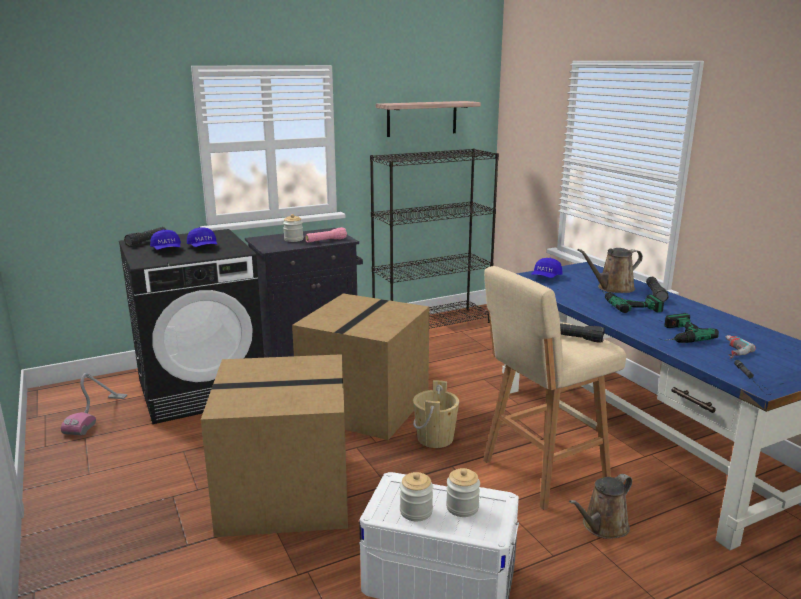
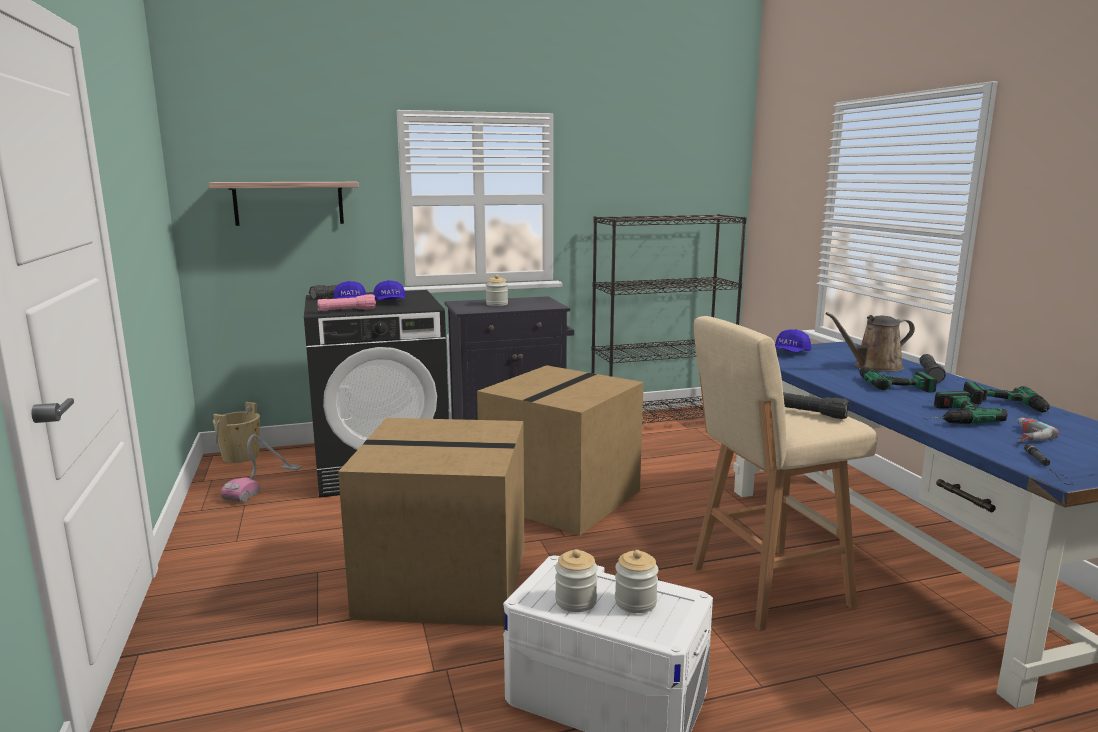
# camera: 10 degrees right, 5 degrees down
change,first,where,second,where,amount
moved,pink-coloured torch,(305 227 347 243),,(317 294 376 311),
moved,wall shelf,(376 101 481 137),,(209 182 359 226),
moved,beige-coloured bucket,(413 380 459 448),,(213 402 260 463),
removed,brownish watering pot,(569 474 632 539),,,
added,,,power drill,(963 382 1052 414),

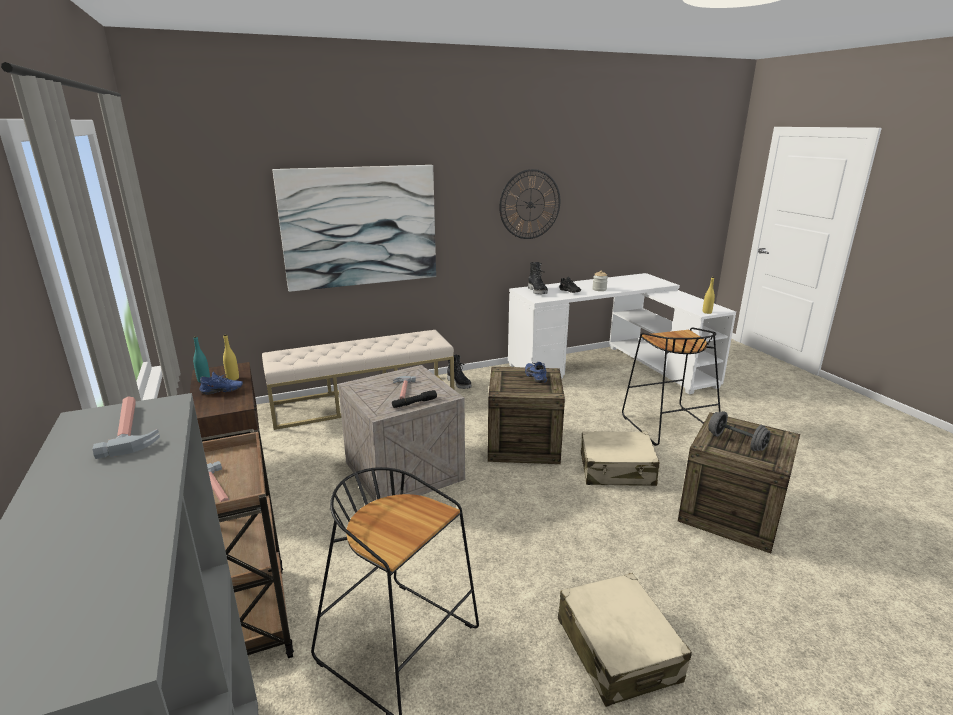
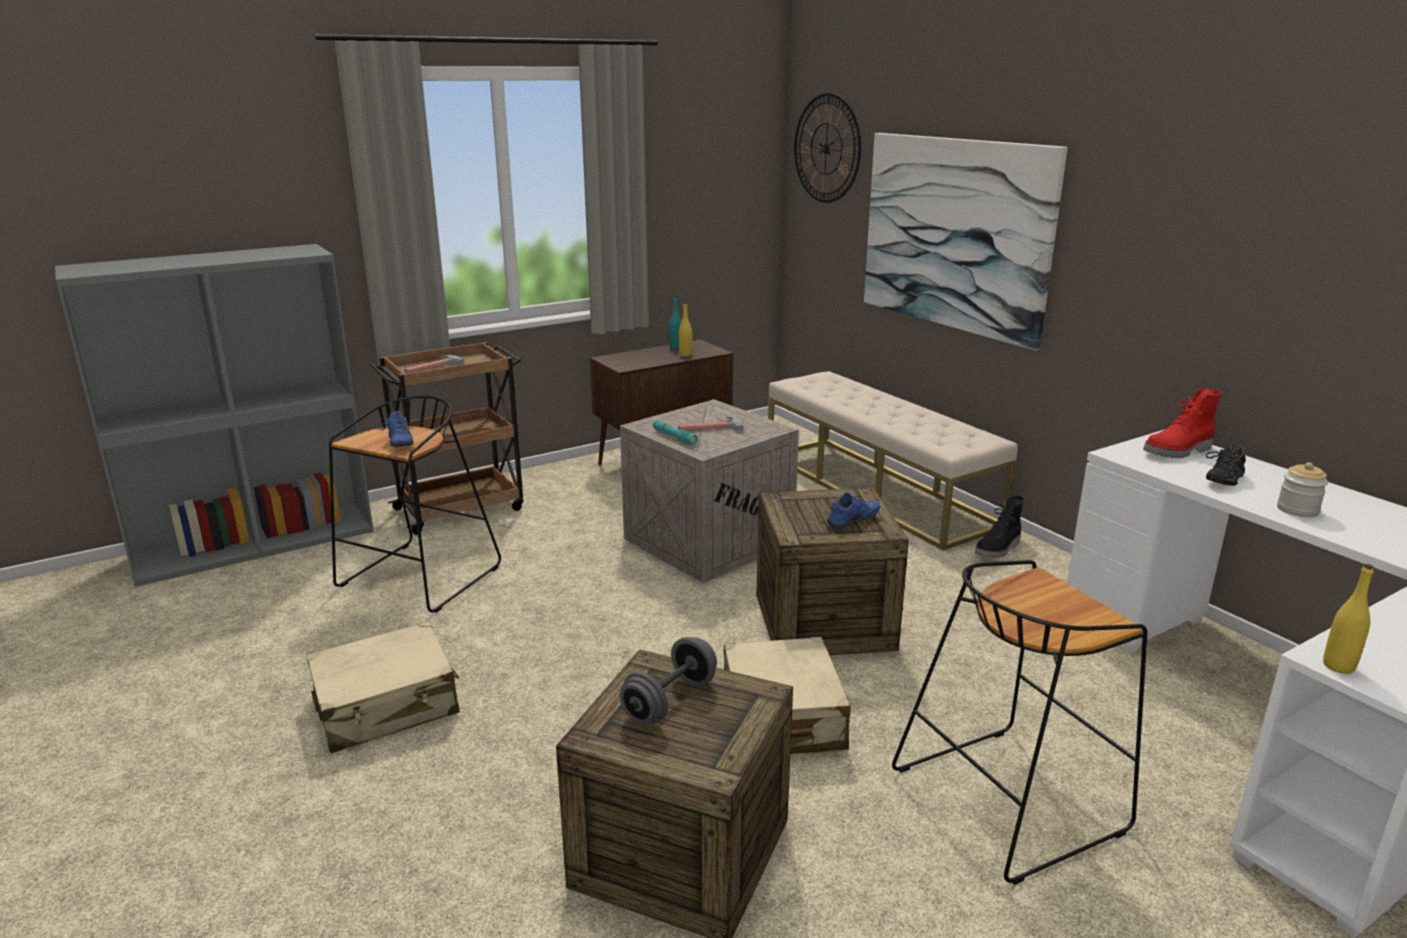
# camera: 80 degrees right, 0 degrees up
change,first,where,second,where,amount
removed,hammer,(93 396 160 459),,,
moved,blue low shoe,(199 372 243 395),,(379 411 414 447),
recoloured,blackish torch,(392 390 437 408),turquoise torch,(653 420 698 446),
moved,wall clock,(499 169 560 239),,(794 93 861 203),
recoloured,blackish boot,(528 262 548 294),red boot,(1143 389 1221 458),

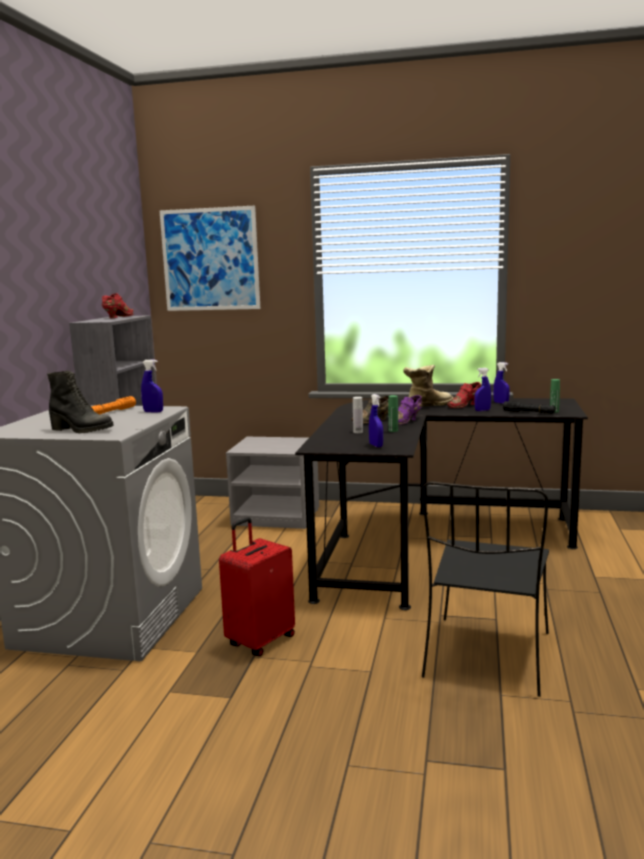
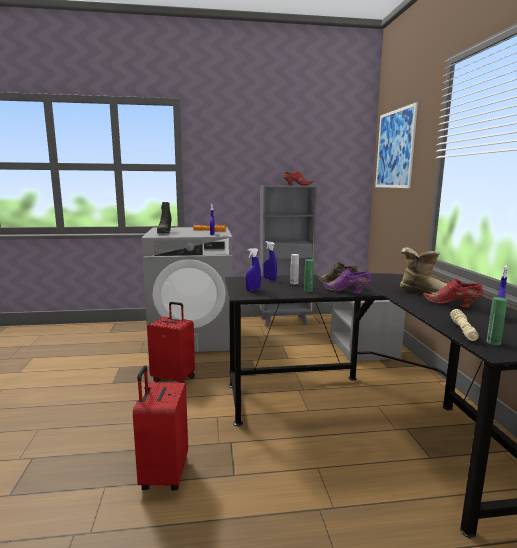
# camera: 70 degrees right, 0 degrees up
change,first,where,second,where,amount
replaced,blackish upright chair,(422 481 549 697),red travel case,(133 366 188 490),
moved,blue spray bottle,(474 368 491 411),,(263 241 277 281),
recoloured,blackish torch,(503 401 555 414),beige-coloured torch,(450 309 479 341),

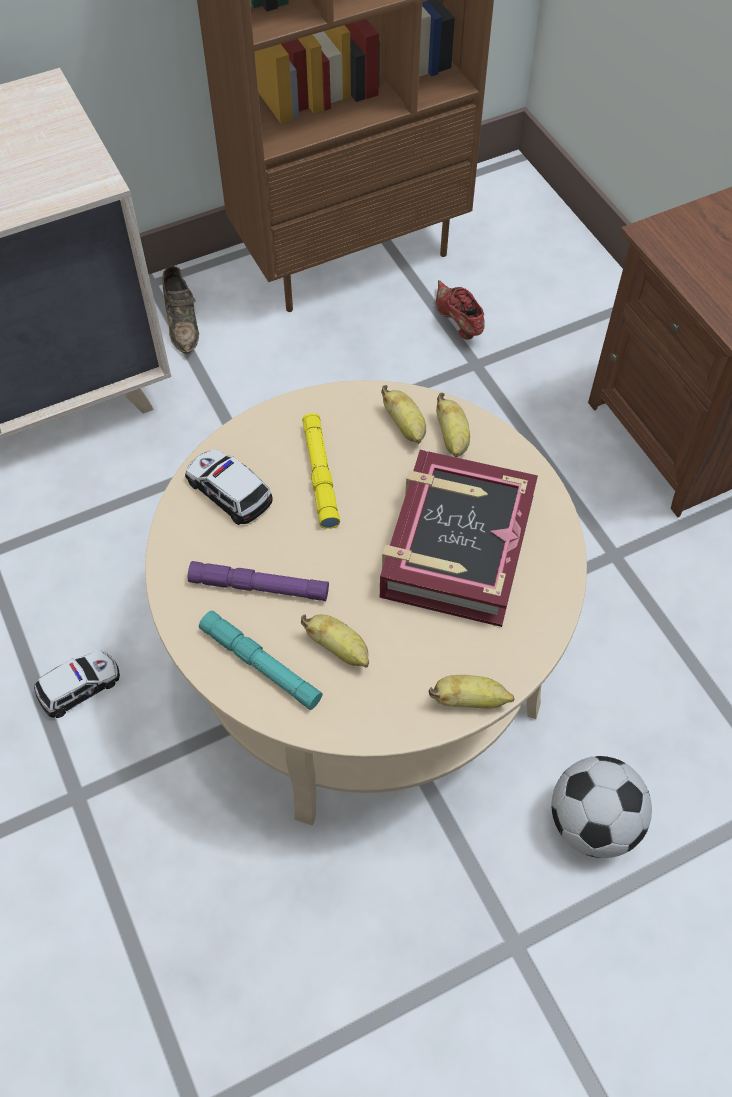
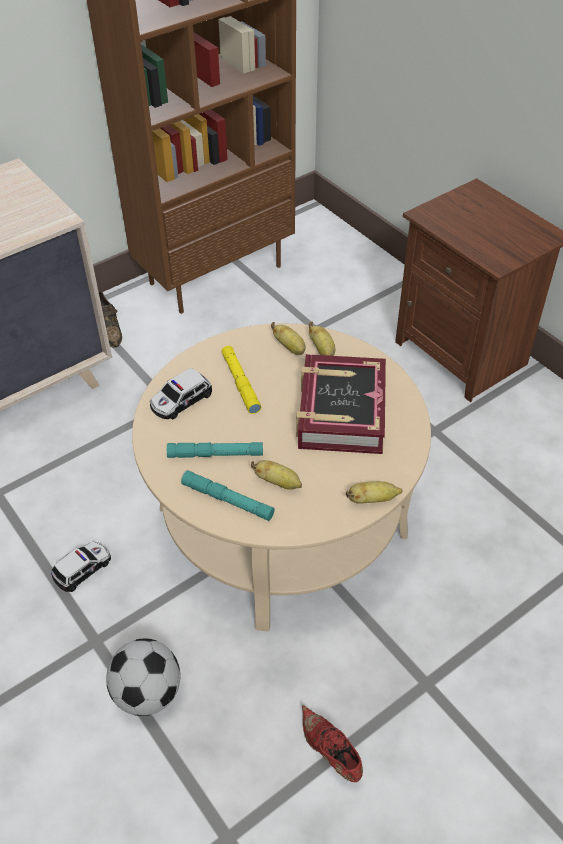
# camera: 10 degrees left, 10 degrees down
change,first,where,second,where,amount
turned,miniature car,(185 449 273 525),,(150 368 212 419),75 degrees counterclockwise
recoloured,purple-coloured torch,(188 561 329 601),turquoise torch,(167 442 263 458),
moved,red low shoe,(436 280 485 340),,(302 705 363 782),
moved,football ball,(551 756 652 858),,(106 638 180 716),

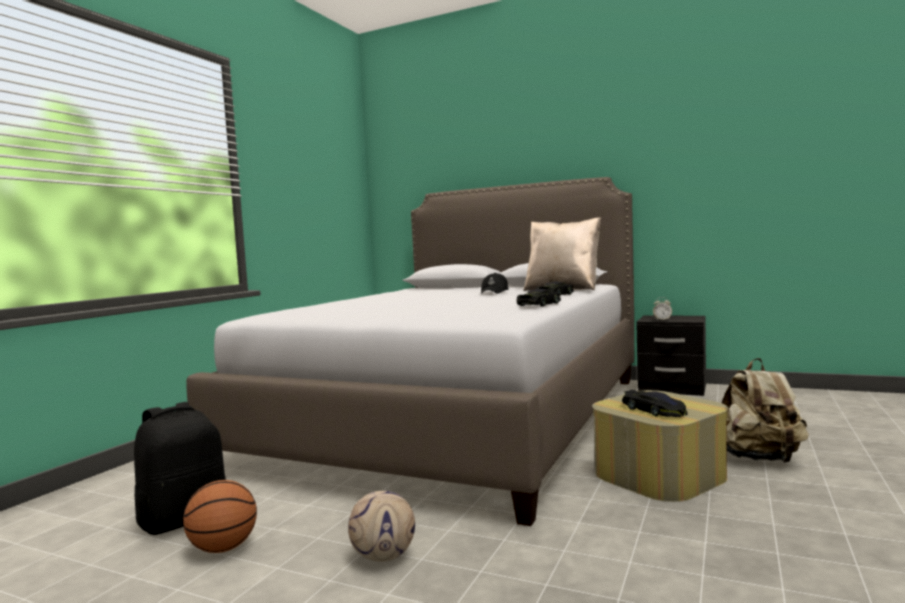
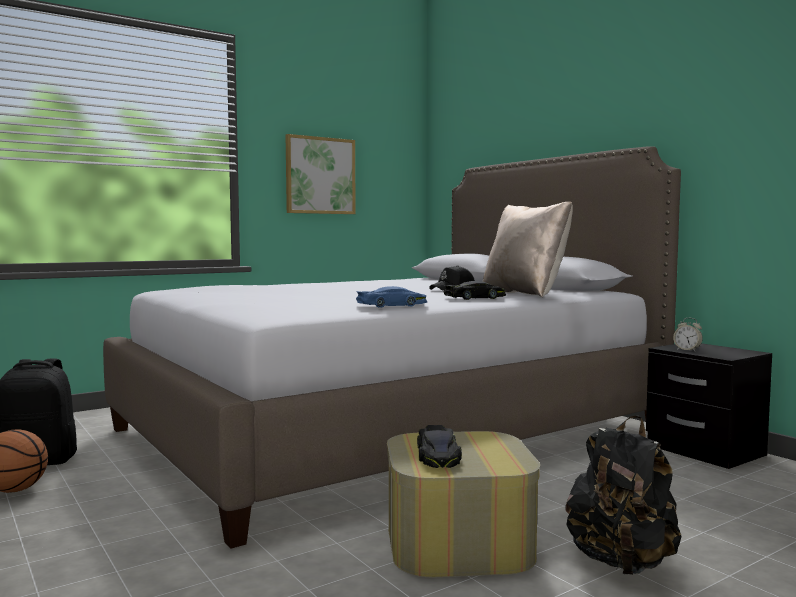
# camera: 30 degrees right, 0 degrees up
change,first,where,second,where,amount
removed,football ball,(348 491 415 562),,,
recoloured,blackish miniature car,(517 289 561 307),blue miniature car,(356 286 427 308),
recoloured,beige-coloured rucksack,(722 358 809 463),blackish rucksack,(565 415 681 575),
added,,,picture,(286 134 356 214),

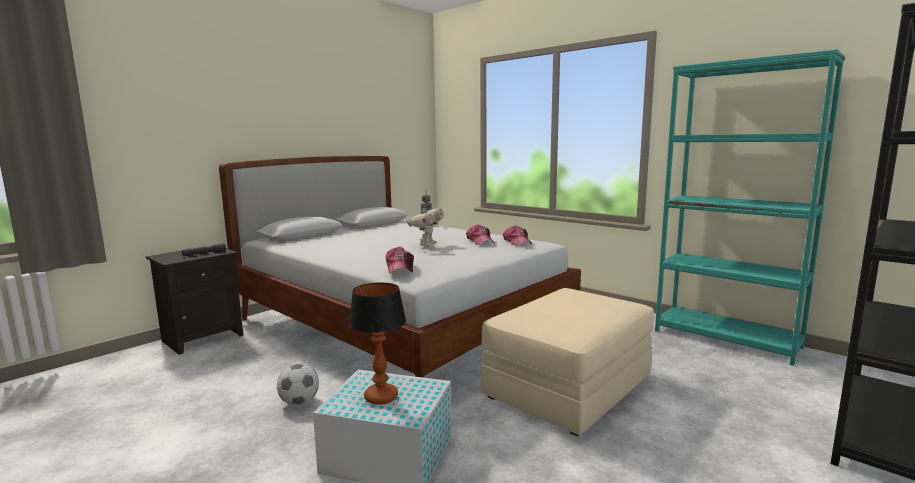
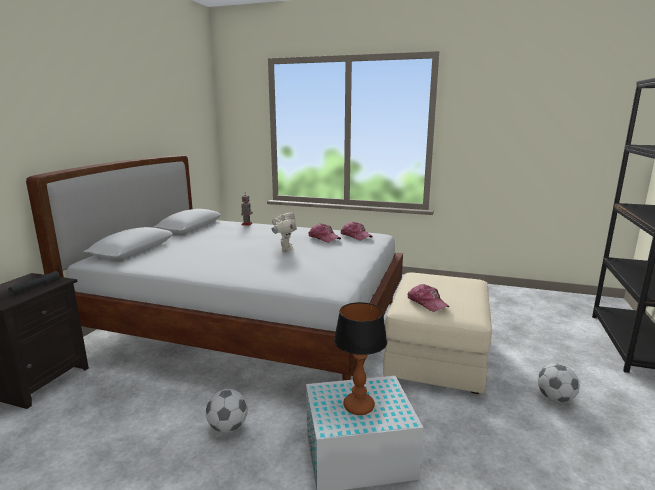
# camera: 25 degrees left, 5 degrees up
change,first,where,second,where,amount
moved,cap,(385 246 414 273),,(408 284 450 312),
removed,turquoise shelving unit,(655 49 845 366),,,
added,,,football ball,(538 364 580 403),

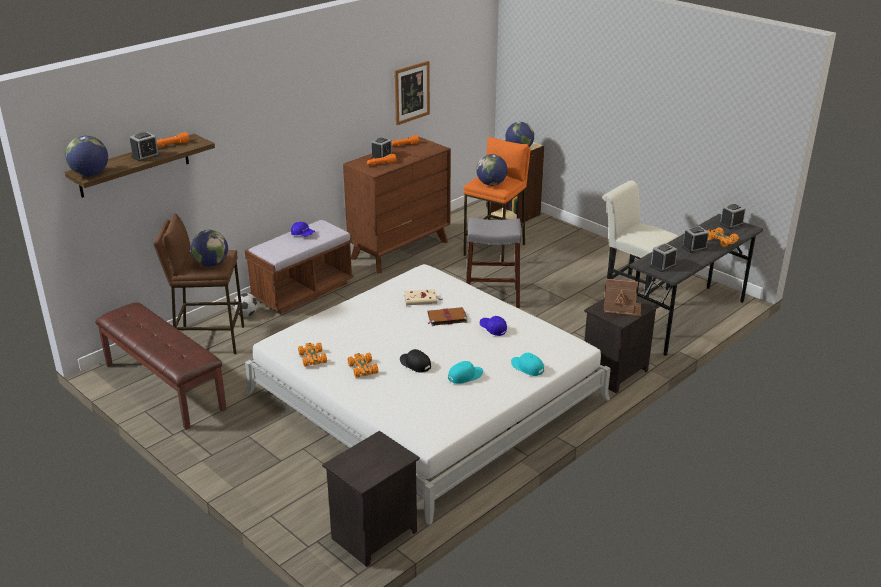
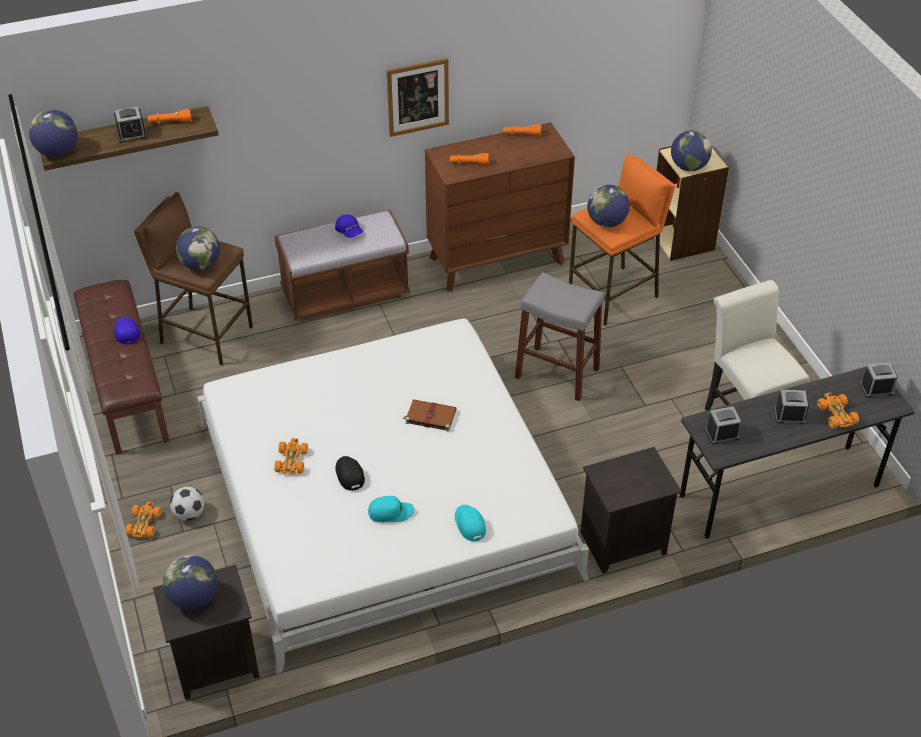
# camera: 25 degrees right, 15 degrees up
change,first,where,second,where,amount
moved,football ball,(233 293 258 317),,(170 487 205 521),
moved,orange miniature car,(298 342 327 367),,(125 502 161 537),
removed,alarm clock,(371 137 392 159),,,
moved,picture,(395 61 430 125),,(387 58 449 137),
removed,beige-coloured bound book,(404 289 442 305),,,
moved,blue cap,(480 316 507 336),,(114 317 140 345),
removed,model house,(604 279 641 316),,,
added,,,desk globe,(163 555 218 610),

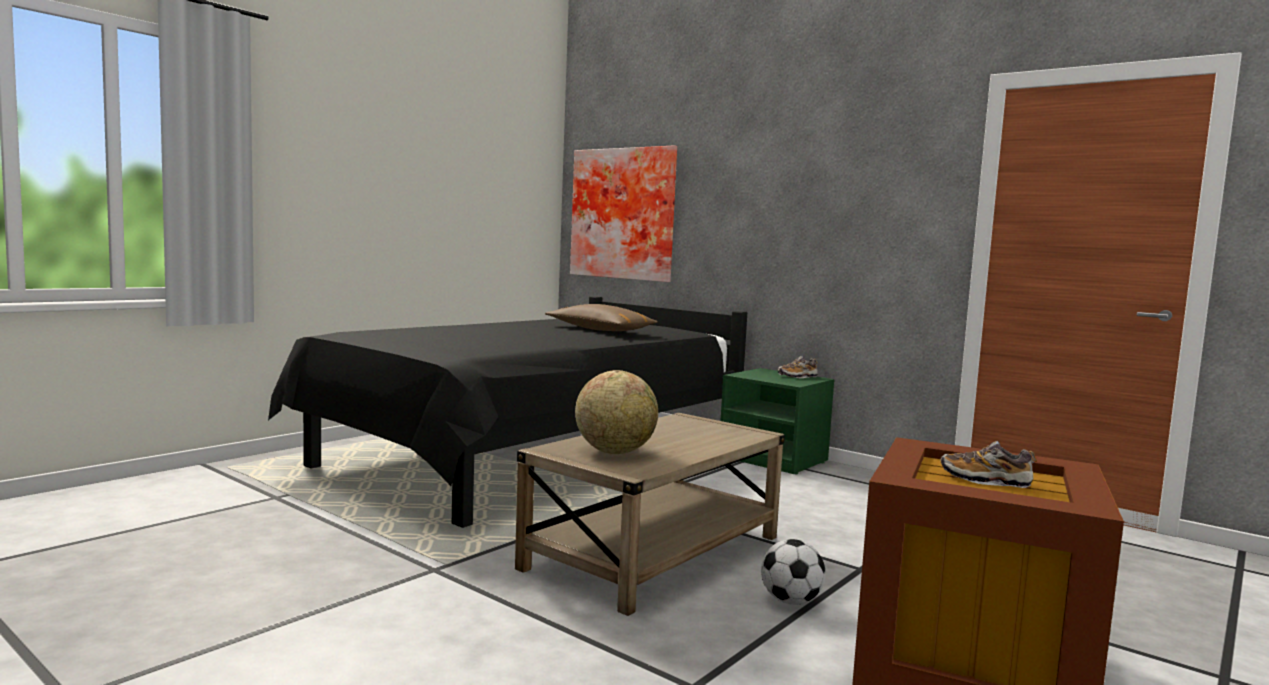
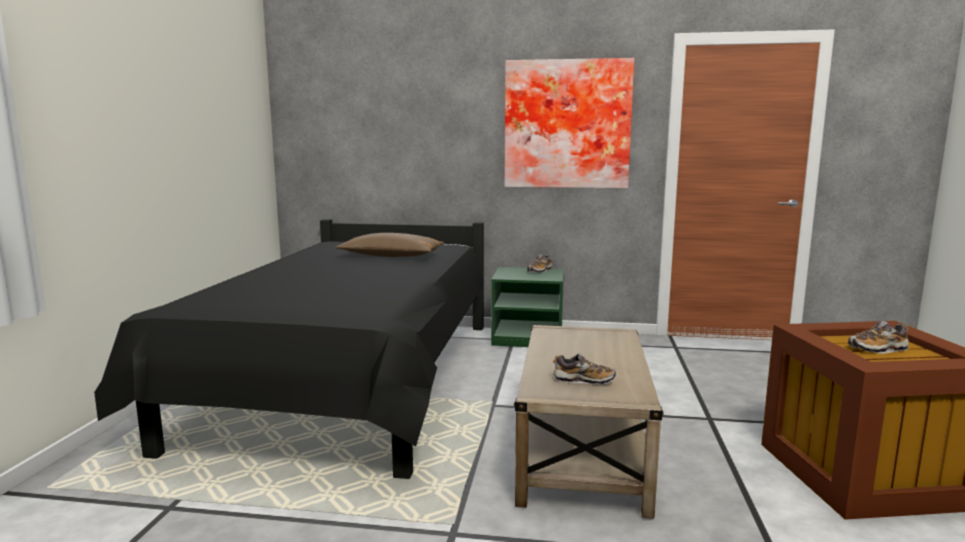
# camera: 30 degrees left, 5 degrees up
change,first,where,second,where,amount
moved,picture,(570 145 677 282),,(504 58 634 188),
replaced,desk globe,(575 370 658 454),low shoe,(553 353 616 384),
removed,football ball,(761 539 825 605),,,

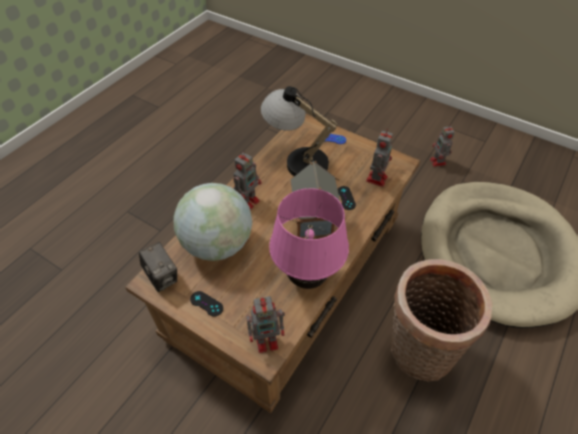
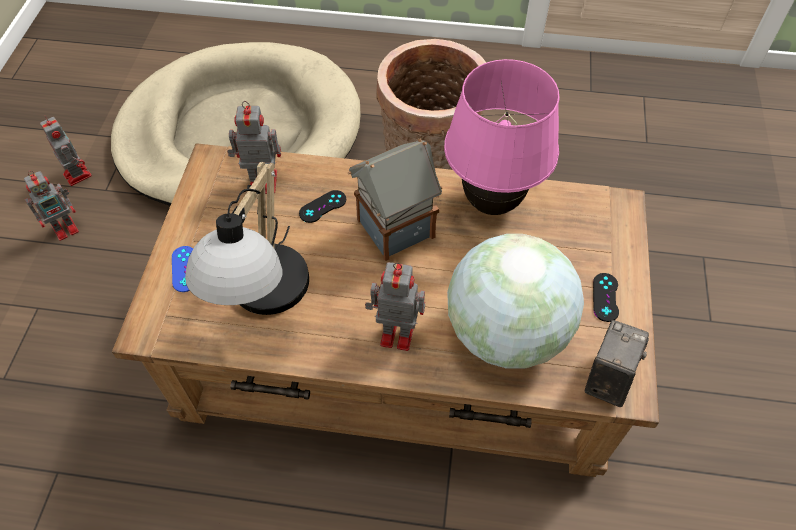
# camera: 115 degrees left, 5 degrees up
change,first,where,second,where,amount
moved,model robot,(246 296 285 353),,(40 116 92 186),

